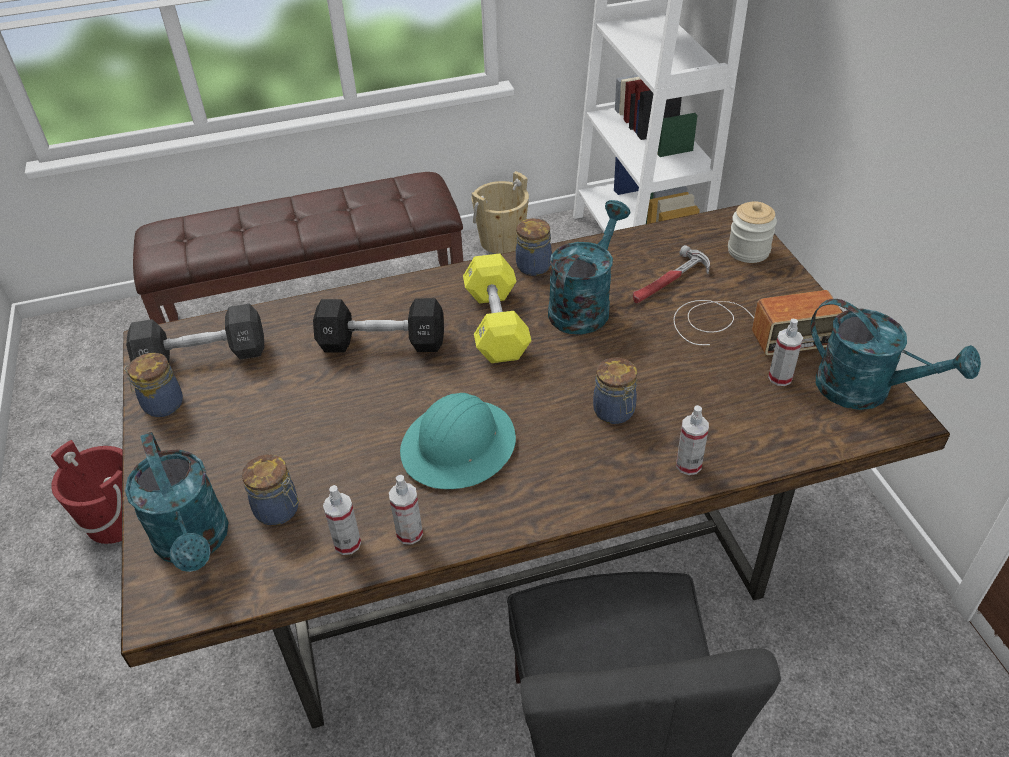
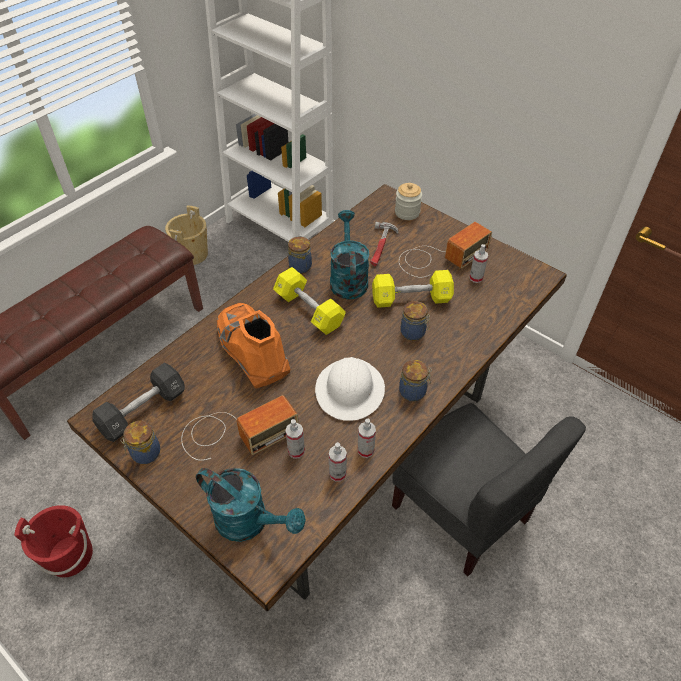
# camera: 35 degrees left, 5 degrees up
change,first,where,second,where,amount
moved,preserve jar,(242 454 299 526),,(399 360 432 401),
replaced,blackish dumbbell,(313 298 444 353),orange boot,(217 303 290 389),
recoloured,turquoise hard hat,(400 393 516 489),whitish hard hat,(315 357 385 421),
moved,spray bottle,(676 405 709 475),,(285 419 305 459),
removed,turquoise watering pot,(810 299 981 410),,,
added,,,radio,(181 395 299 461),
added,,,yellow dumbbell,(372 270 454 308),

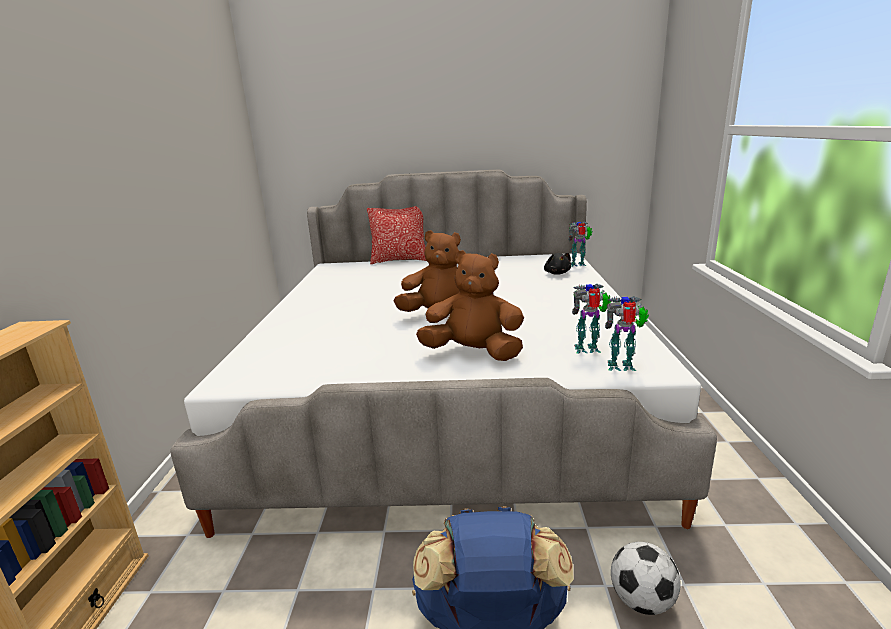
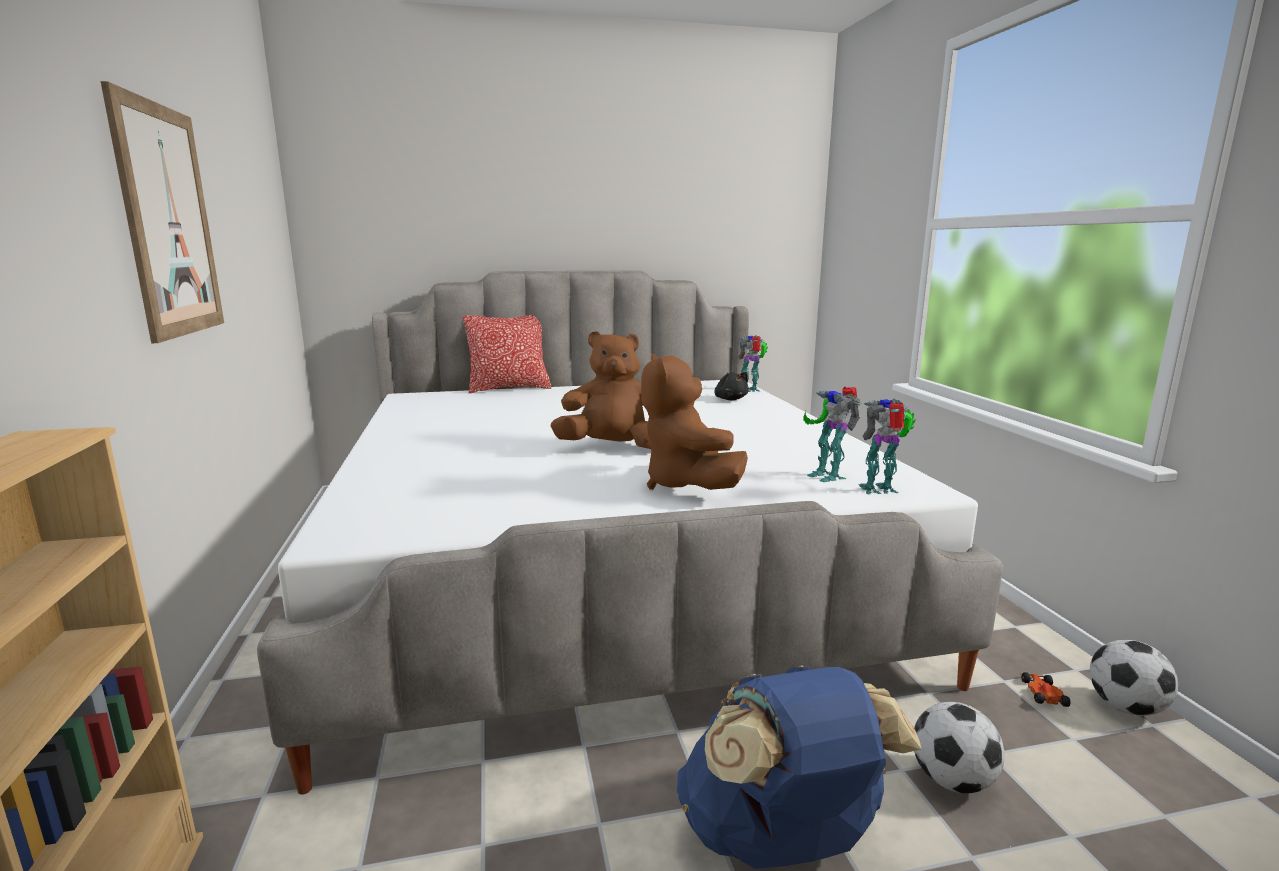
# camera: 15 degrees left, 5 degrees down
change,first,where,second,where,amount
turned,brownish soft toy,(416 250 524 361),,(641 353 748 490),105 degrees counterclockwise
turned,model robot,(572 284 611 354),,(803 386 861 482),105 degrees counterclockwise
added,,,picture,(101 81 224 343),
added,,,miniature car,(1020 672 1071 707),
added,,,football ball,(1090 640 1178 716),

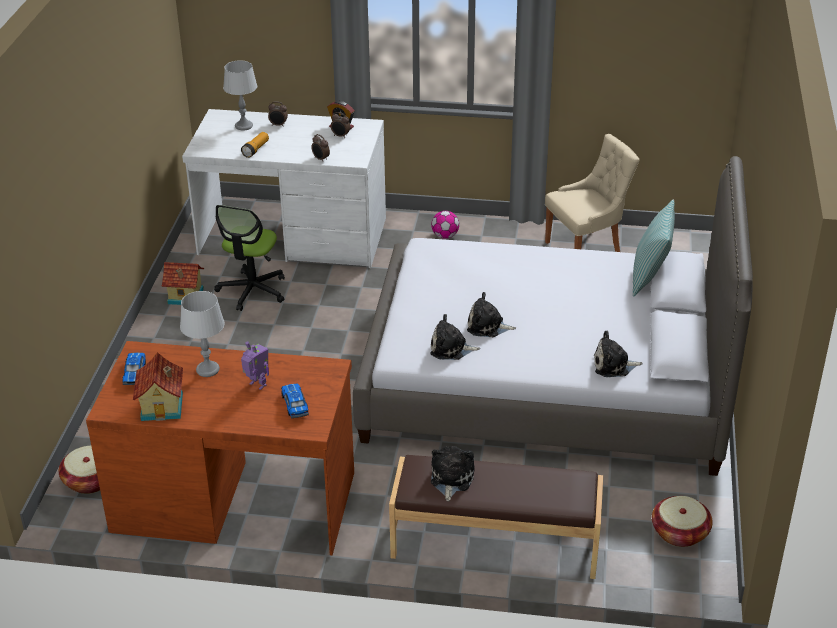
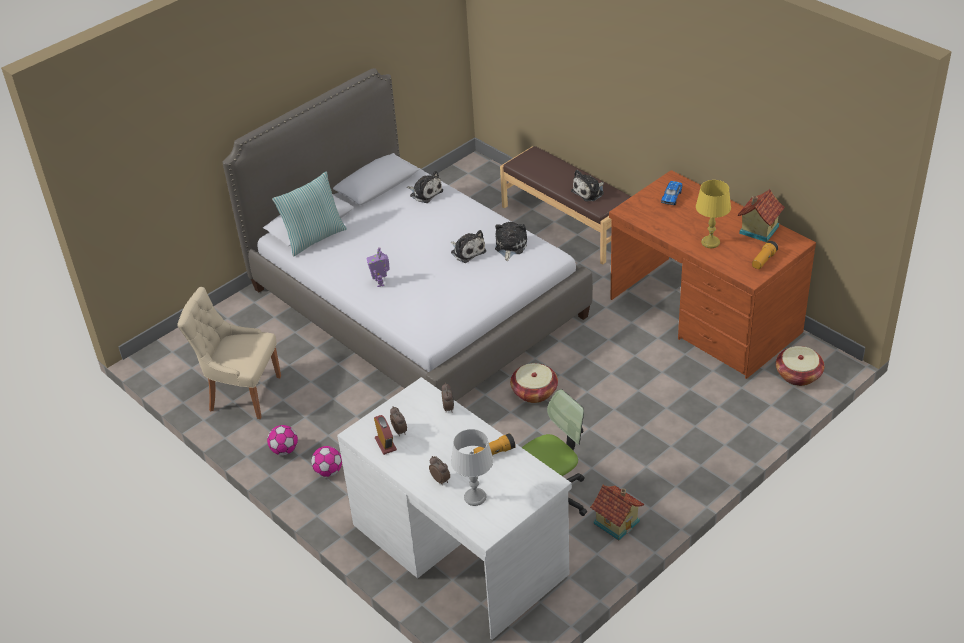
# camera: 140 degrees left, 5 degrees up
change,first,where,second,where,amount
replaced,miniature car,(123 353 146 385),torch,(752 241 778 269),
recoloured,grey table lamp,(180 291 225 377),yellow table lamp,(696 180 731 248),
moved,model robot,(241 341 269 390),,(366 247 390 287),
turned,soft toy,(430 314 480 360),,(495 222 527 261),120 degrees counterclockwise
moved,household basket,(652 496 713 547),,(510 363 558 403),
added,,,football ball,(267 425 298 455),

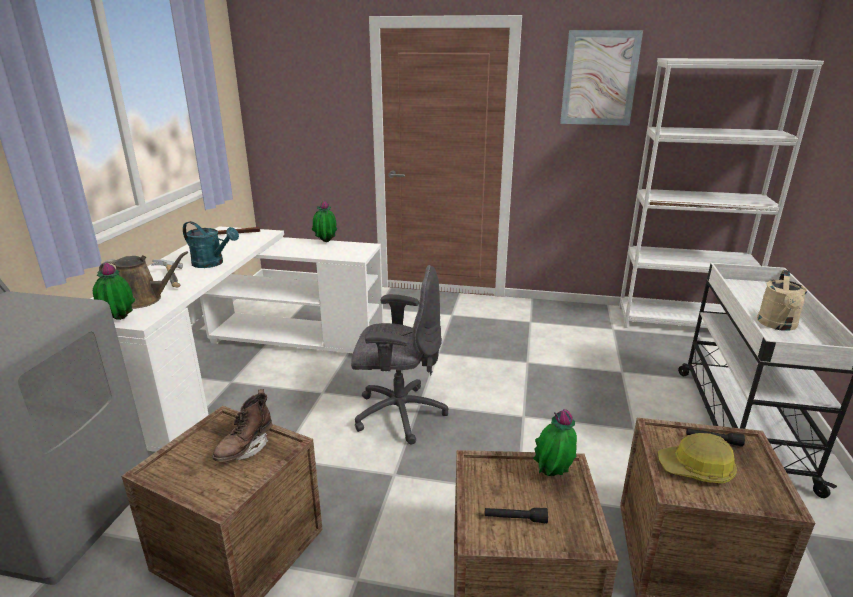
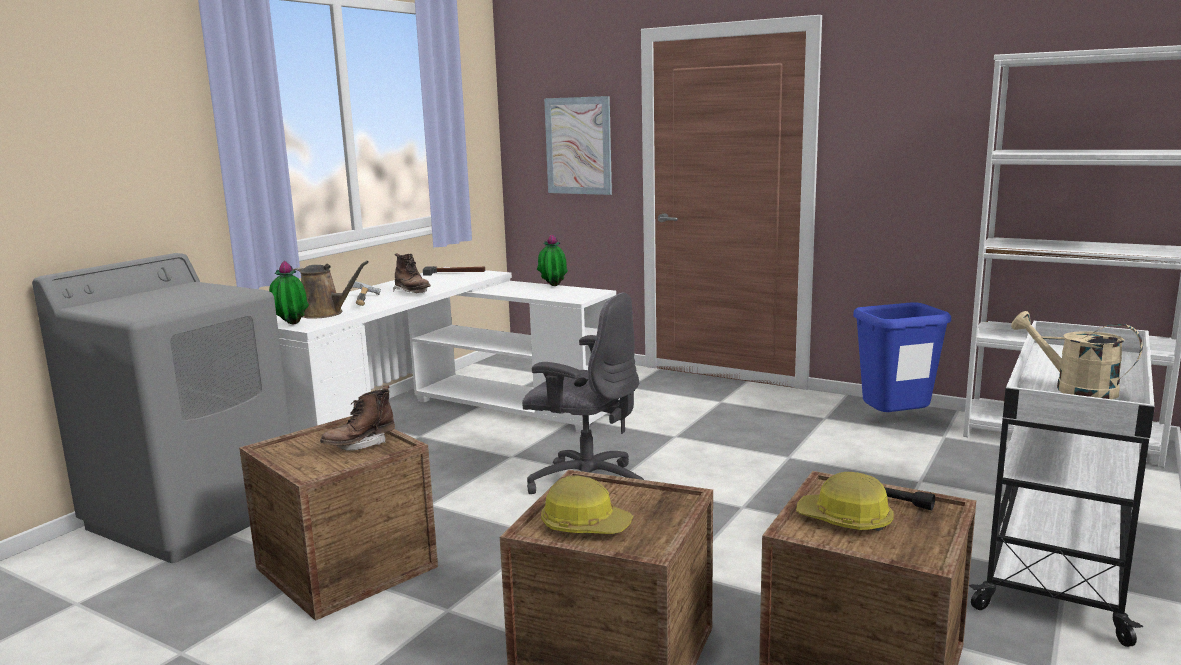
# camera: 20 degrees right, 10 degrees down
change,first,where,second,where,amount
replaced,turquoise watering pot,(183 221 239 268),brownish boot,(393 253 431 293),
replaced,blackish torch,(485 508 548 523),hard hat,(541 475 633 534),
removed,houseplant,(533 409 577 476),,,
moved,picture,(560 30 643 126),,(544 96 612 195),
turned,beige-coloured watering pot,(757 270 807 331),,(1011 311 1143 399),90 degrees clockwise
added,,,blue rubbish bin,(853 302 951 412),

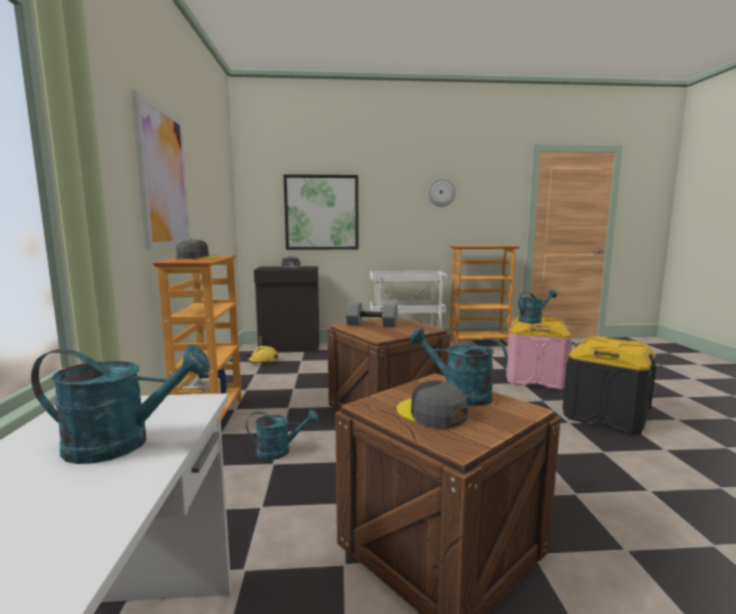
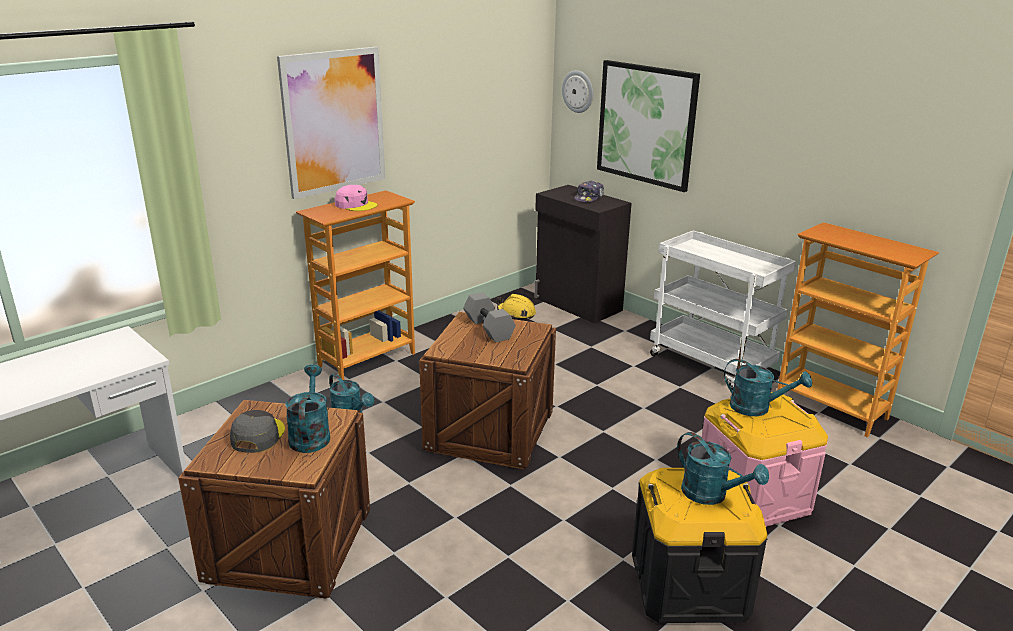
# camera: 50 degrees right, 15 degrees up
change,first,where,second,where,amount
moved,turquoise watering pot,(31 345 210 464),,(677 432 769 505),
recoloured,grey cap,(176 239 221 259),pink-coloured cap,(335 185 377 211),
moved,wall clock,(428 178 456 207),,(562 70 593 113),

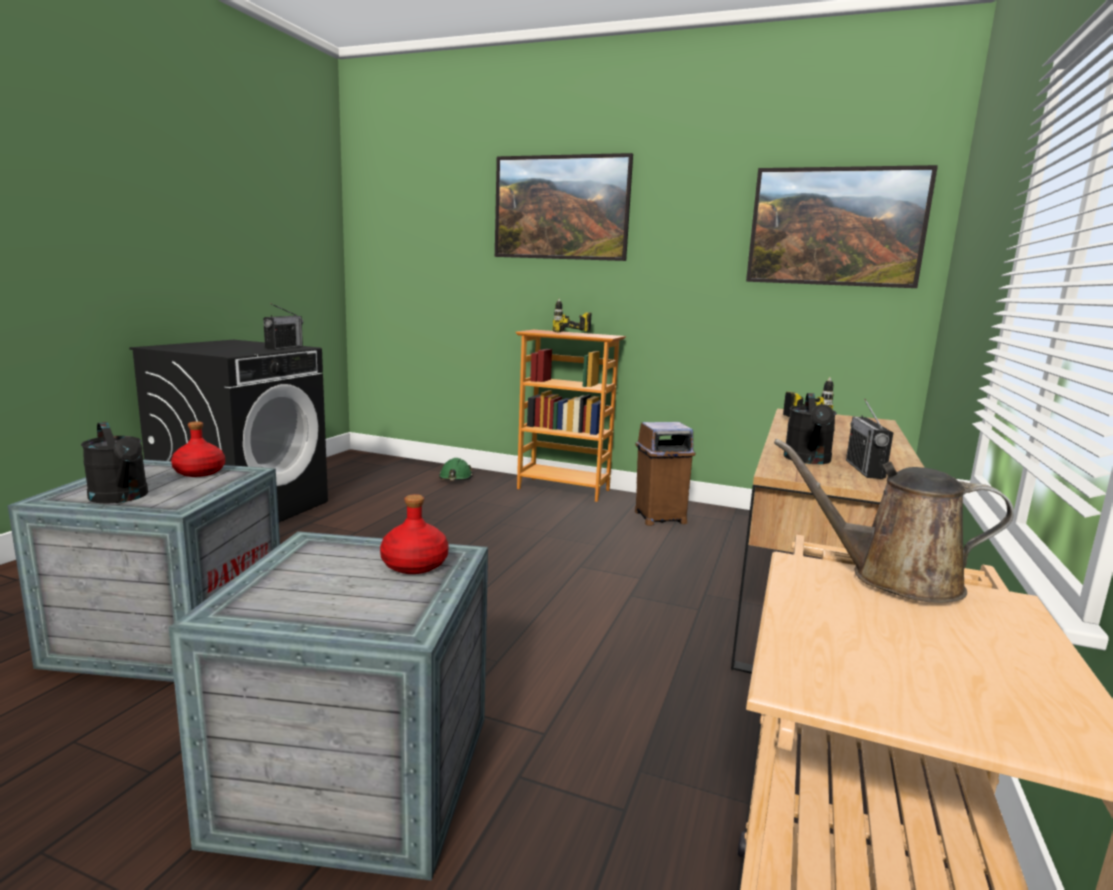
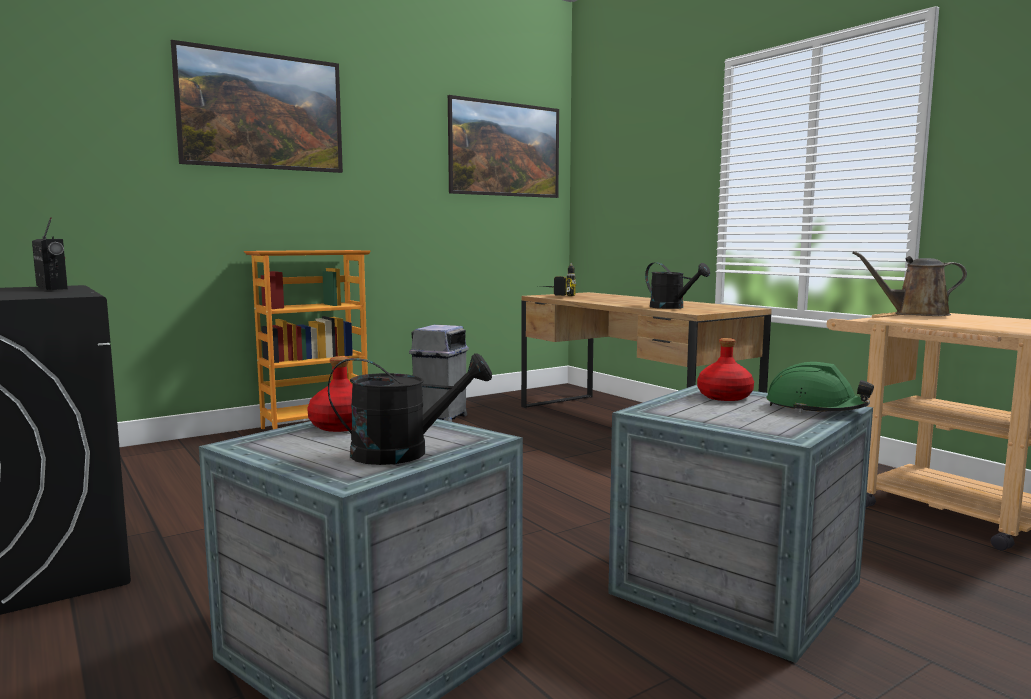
# camera: 55 degrees left, 5 degrees down
change,first,where,second,where,amount
moved,greenish hard hat,(439 458 473 480),,(766 362 874 413),
removed,power drill,(553 298 592 332),,,
recoloured,brownish rubbish bin,(635 422 696 526),grey rubbish bin,(409 325 469 422),
turned,brownish watering pot,(774 439 1014 603),,(852 251 967 316),45 degrees clockwise
removed,radio,(846 399 893 479),,,

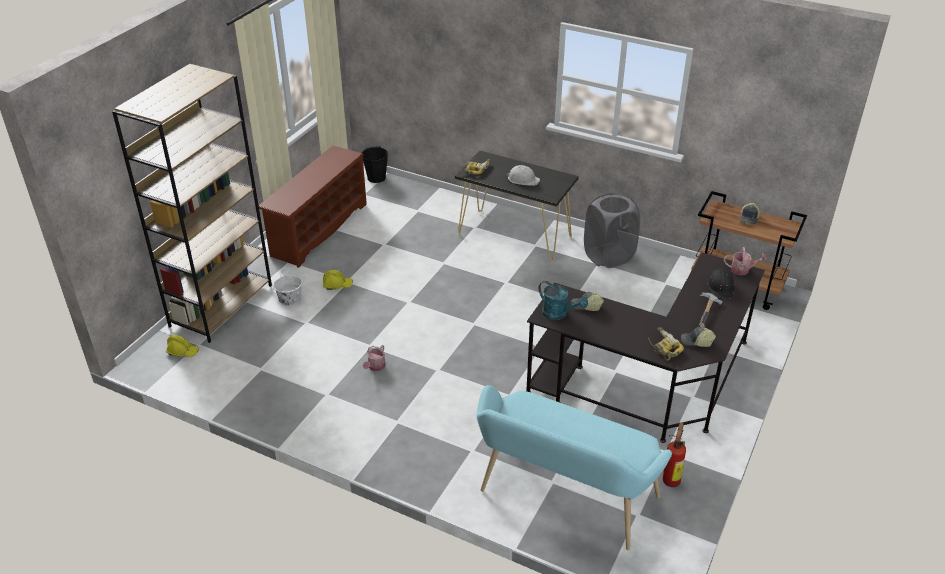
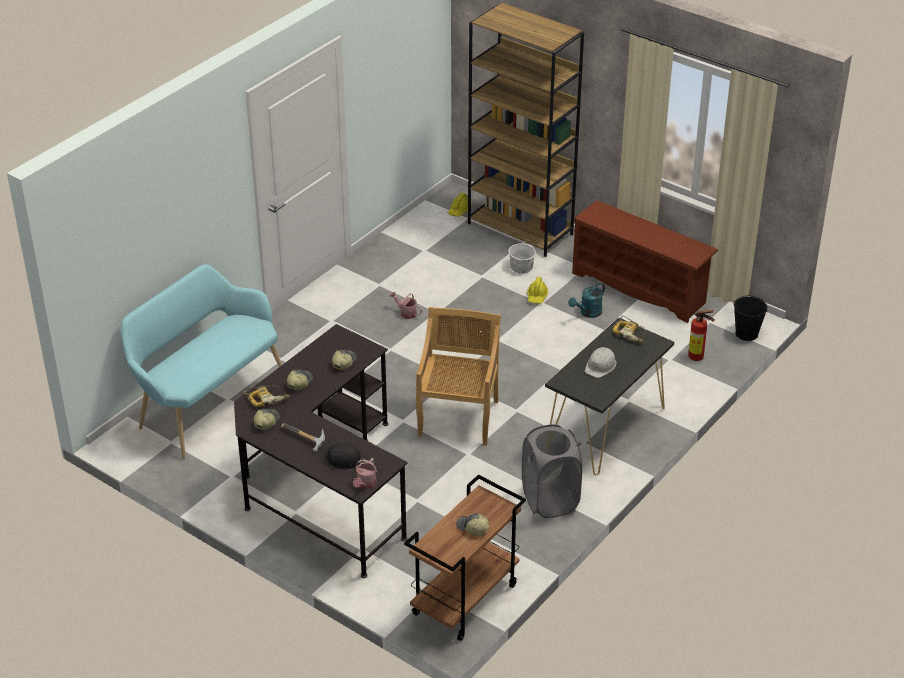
# camera: 100 degrees right, 0 degrees up
change,first,where,second,where,amount
moved,turquoise watering pot,(538 281 588 320),,(568 283 605 318),
moved,fire-fighting cylinder,(663 422 686 487),,(688 310 715 361),
added,,,cap,(287 370 313 391),
added,,,beige-coloured upright chair,(416 307 501 446),

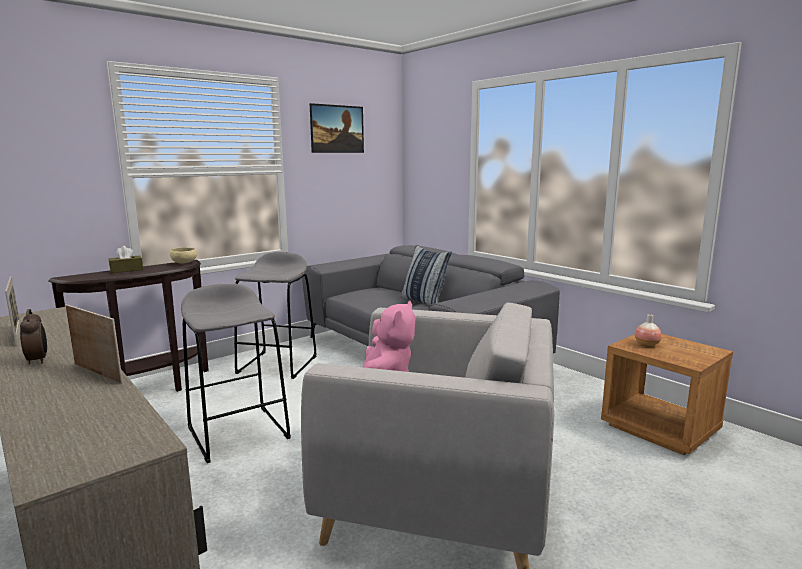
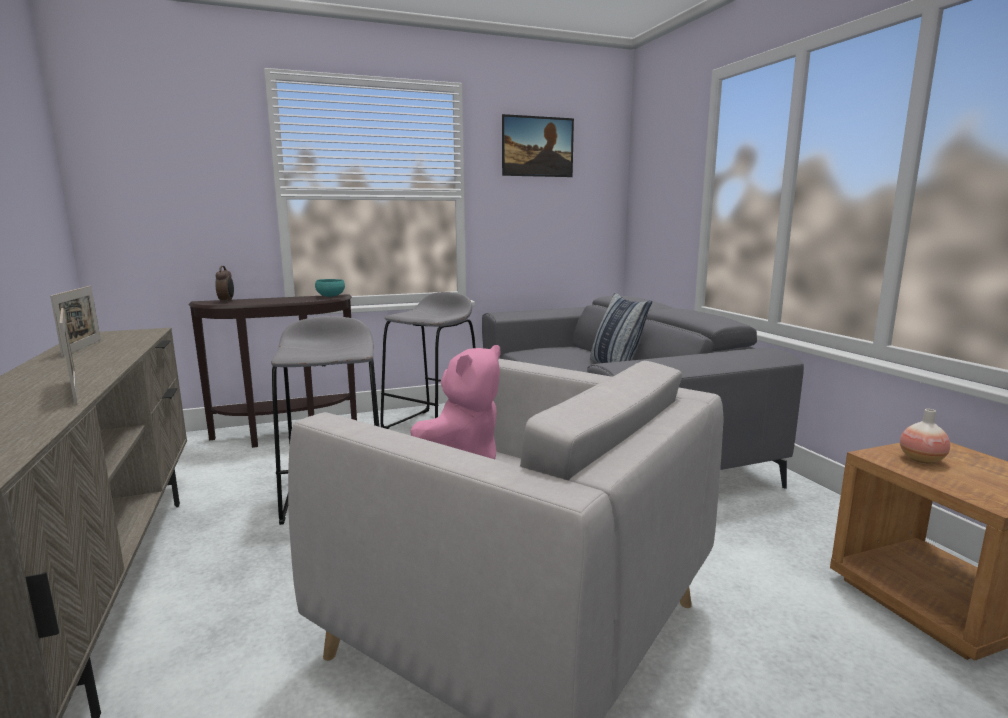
# camera: 20 degrees right, 0 degrees up
change,first,where,second,where,amount
moved,alarm clock,(20 309 47 364),,(215 266 234 302),
removed,brownish box of tissues,(109 246 143 273),,,
recoloured,beige-coloured deep dish,(170 247 197 264),turquoise deep dish,(315 279 345 297),

